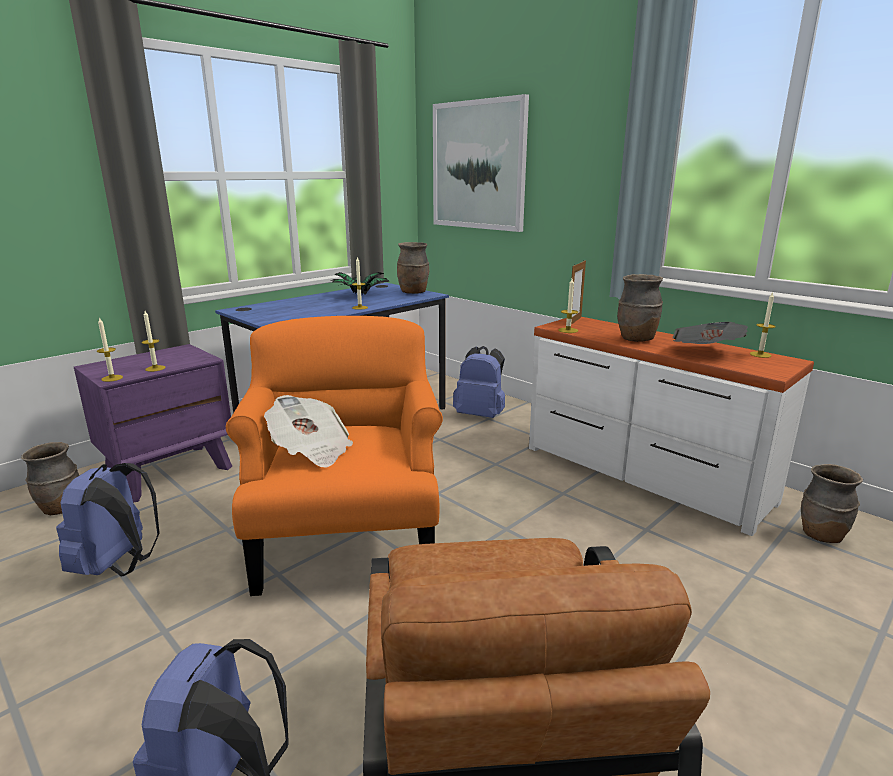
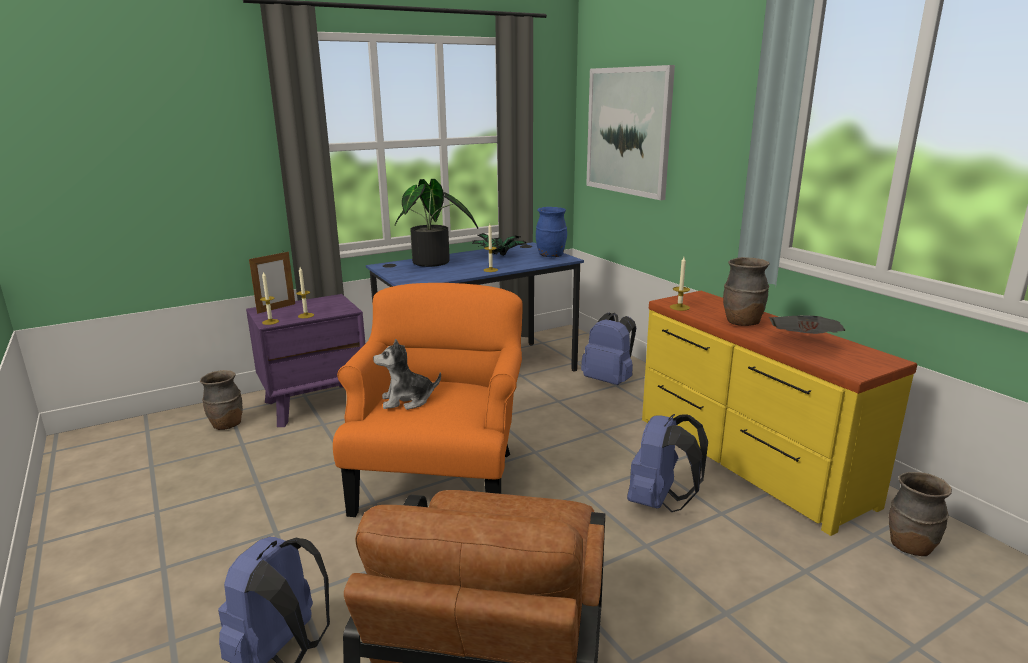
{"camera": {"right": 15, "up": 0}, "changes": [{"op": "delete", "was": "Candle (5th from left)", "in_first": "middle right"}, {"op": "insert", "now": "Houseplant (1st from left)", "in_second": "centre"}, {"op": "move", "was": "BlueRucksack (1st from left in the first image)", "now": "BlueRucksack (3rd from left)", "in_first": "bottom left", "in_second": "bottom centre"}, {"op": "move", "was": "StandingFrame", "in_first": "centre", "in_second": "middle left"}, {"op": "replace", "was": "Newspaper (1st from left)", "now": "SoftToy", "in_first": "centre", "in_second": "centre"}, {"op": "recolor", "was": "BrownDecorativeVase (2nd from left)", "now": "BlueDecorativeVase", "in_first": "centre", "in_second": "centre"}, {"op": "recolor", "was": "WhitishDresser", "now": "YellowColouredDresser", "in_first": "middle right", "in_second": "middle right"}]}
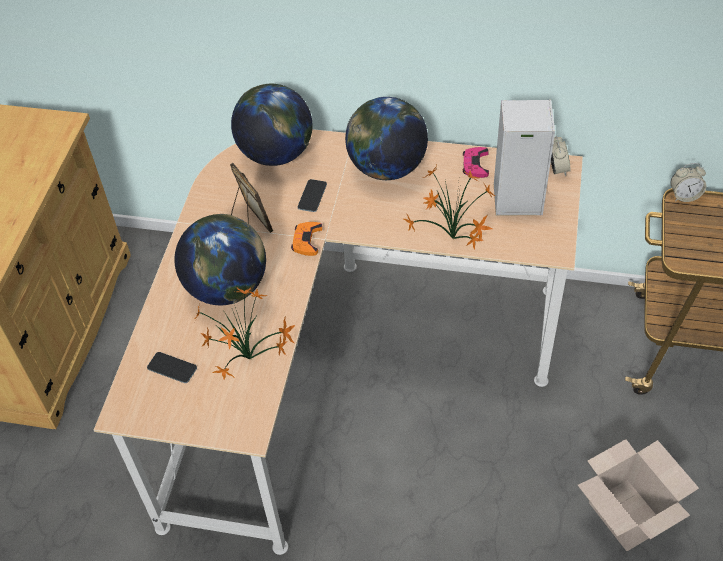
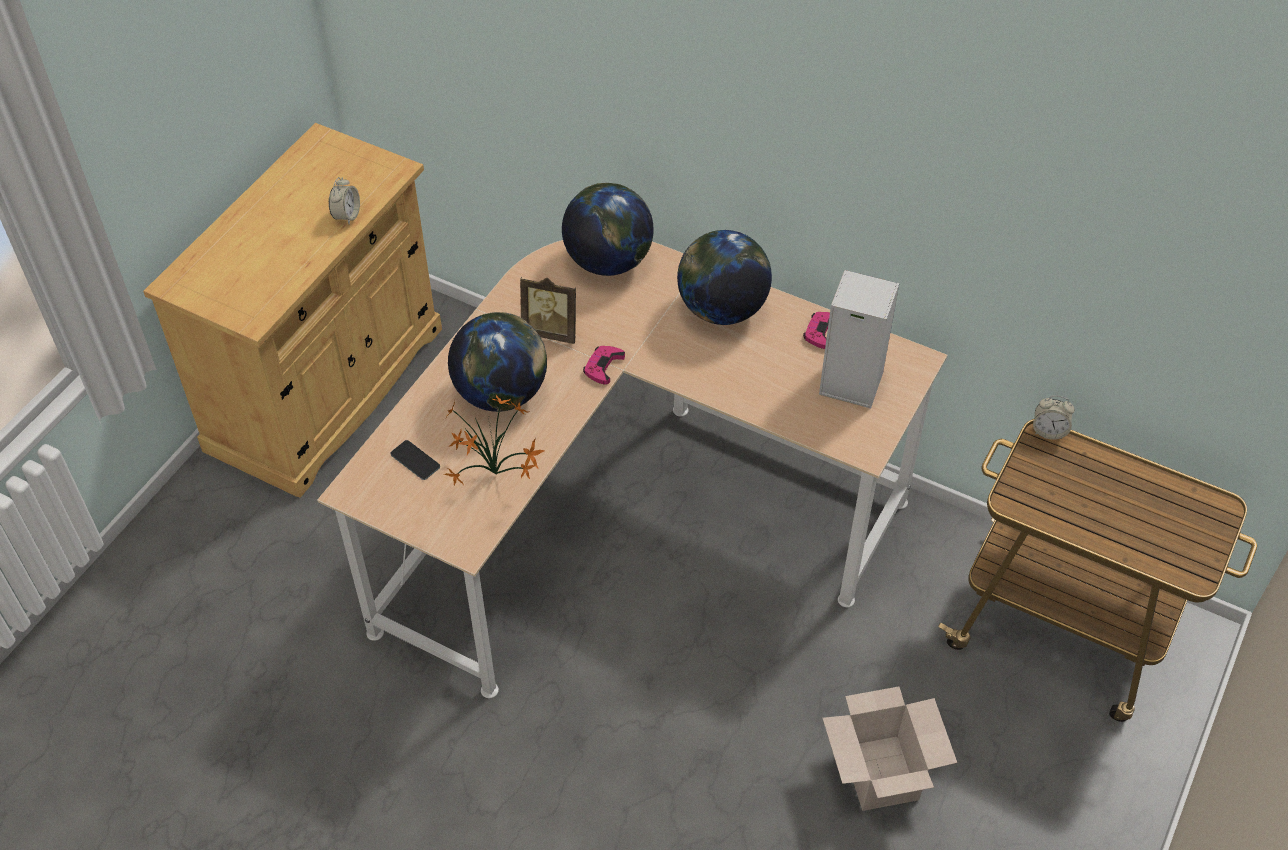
{"camera": {"right": 15, "up": 0}, "changes": [{"op": "delete", "was": "Handset (2nd from left)", "in_first": "centre"}, {"op": "delete", "was": "Houseplant (2nd from left)", "in_first": "centre"}, {"op": "move", "was": "AlarmClock (1st from left)", "in_first": "top right", "in_second": "top left"}, {"op": "recolor", "was": "OrangeyGamepad", "now": "PinkGamepad (1st from left)", "in_first": "centre", "in_second": "centre"}, {"op": "rotate", "was": "StandingFrame", "in_first": "centre", "in_second": "centre", "clockwise": 120}]}
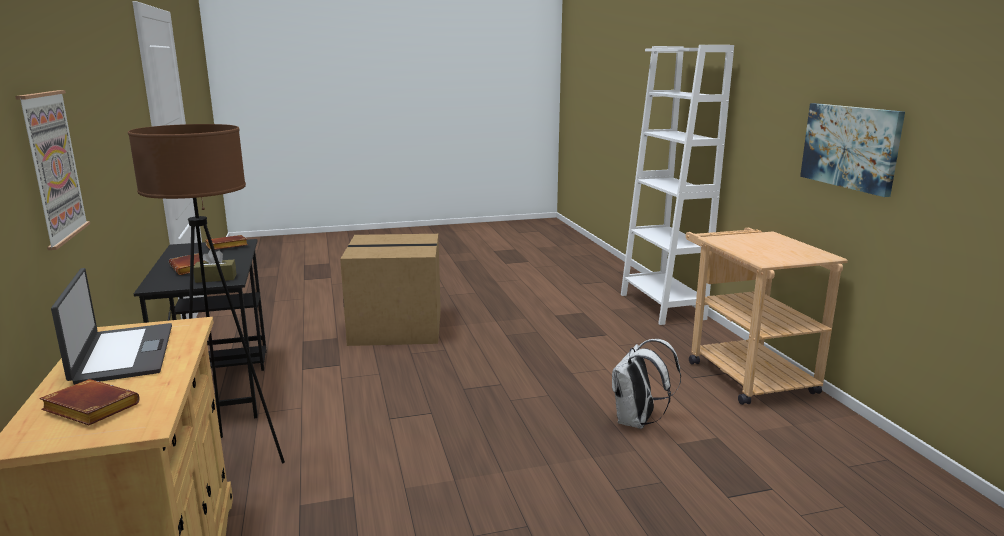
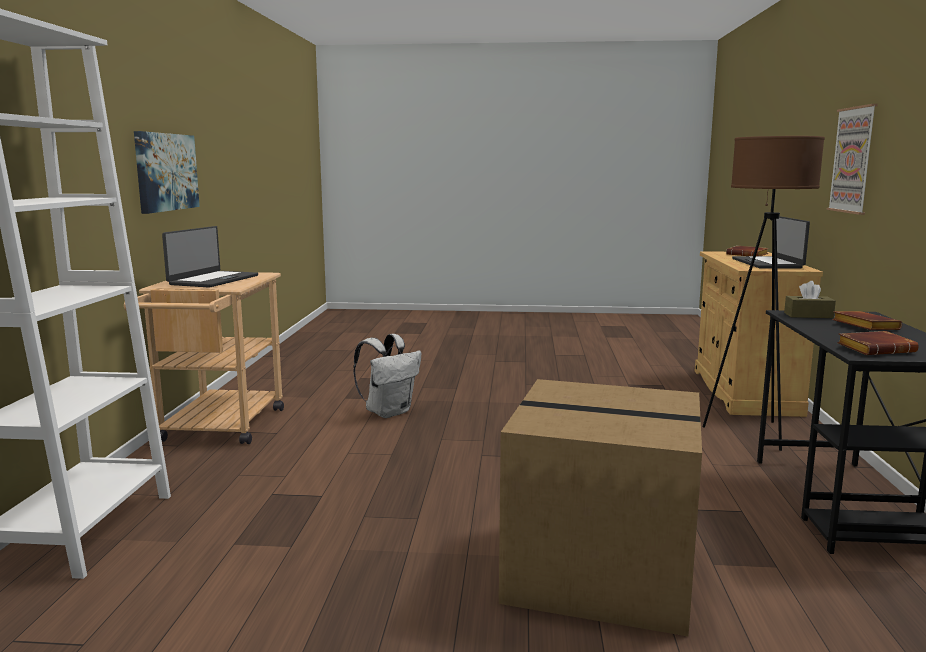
{"camera": {"right": -160, "up": -5}, "changes": [{"op": "insert", "now": "Laptop (1st from left)", "in_second": "middle left"}]}
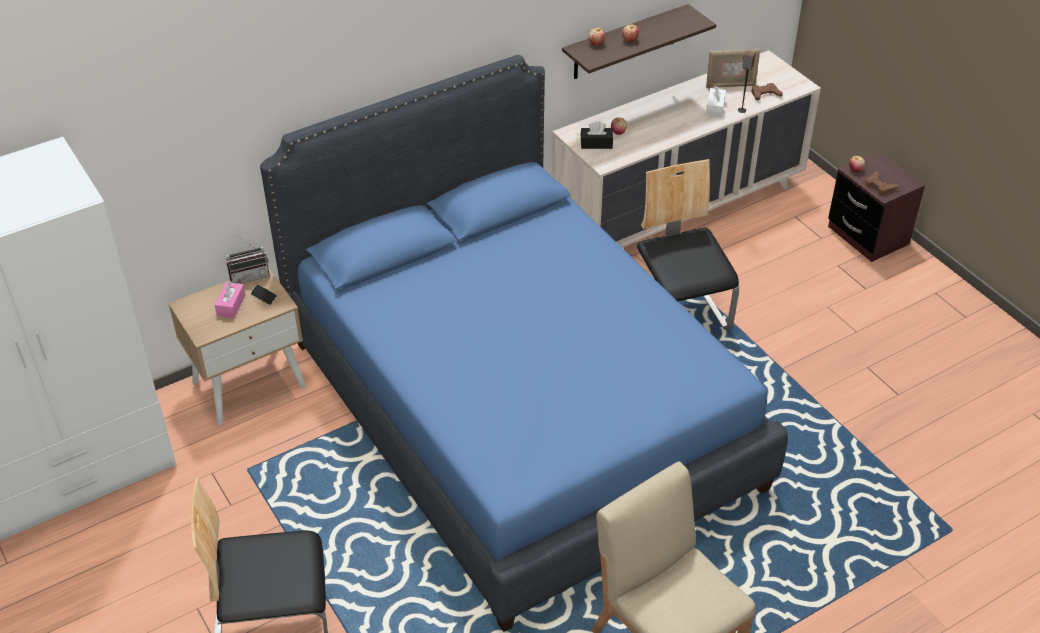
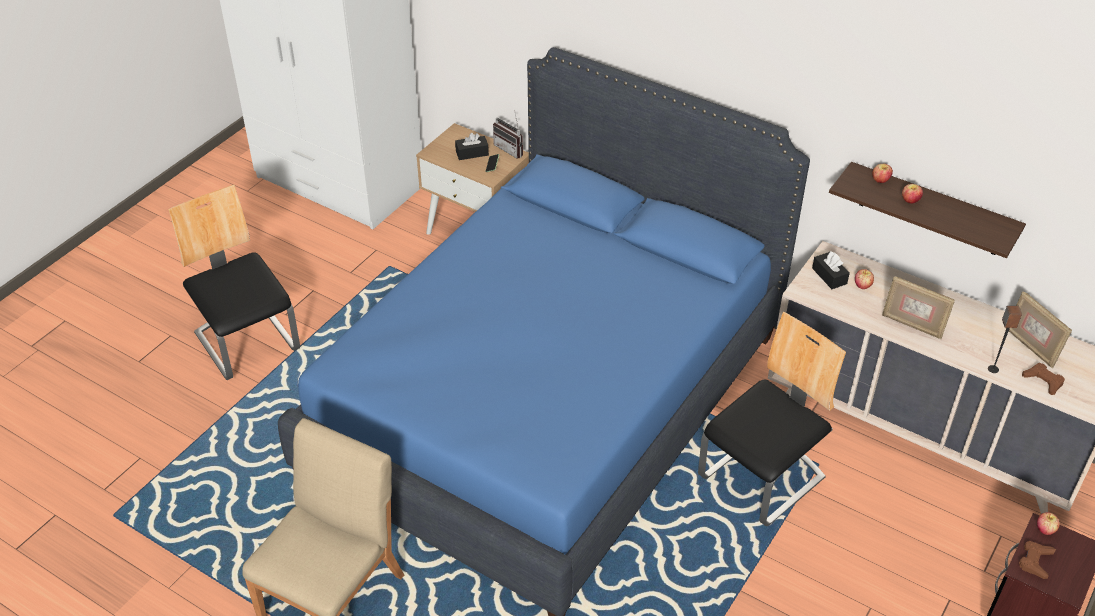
{"camera": {"right": 65, "up": 0}, "changes": [{"op": "delete", "was": "WhitishTissueHolder", "in_first": "top right"}, {"op": "insert", "now": "StandingFrame (1st from left)", "in_second": "middle right"}, {"op": "recolor", "was": "PinkTissueHolder", "now": "BlackTissueHolder (1st from left)", "in_first": "middle left", "in_second": "top centre"}]}
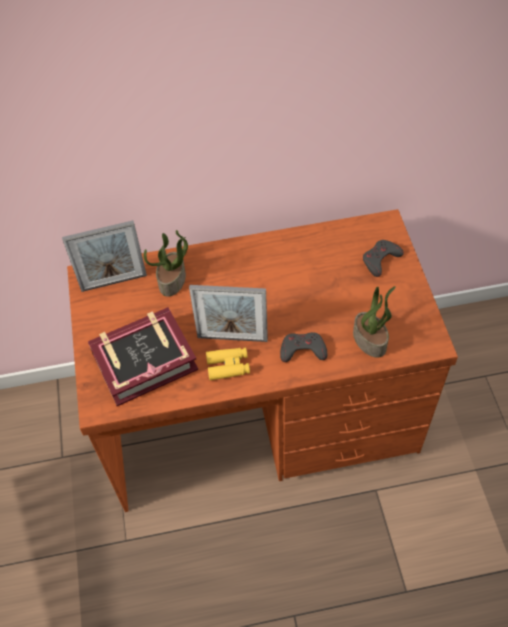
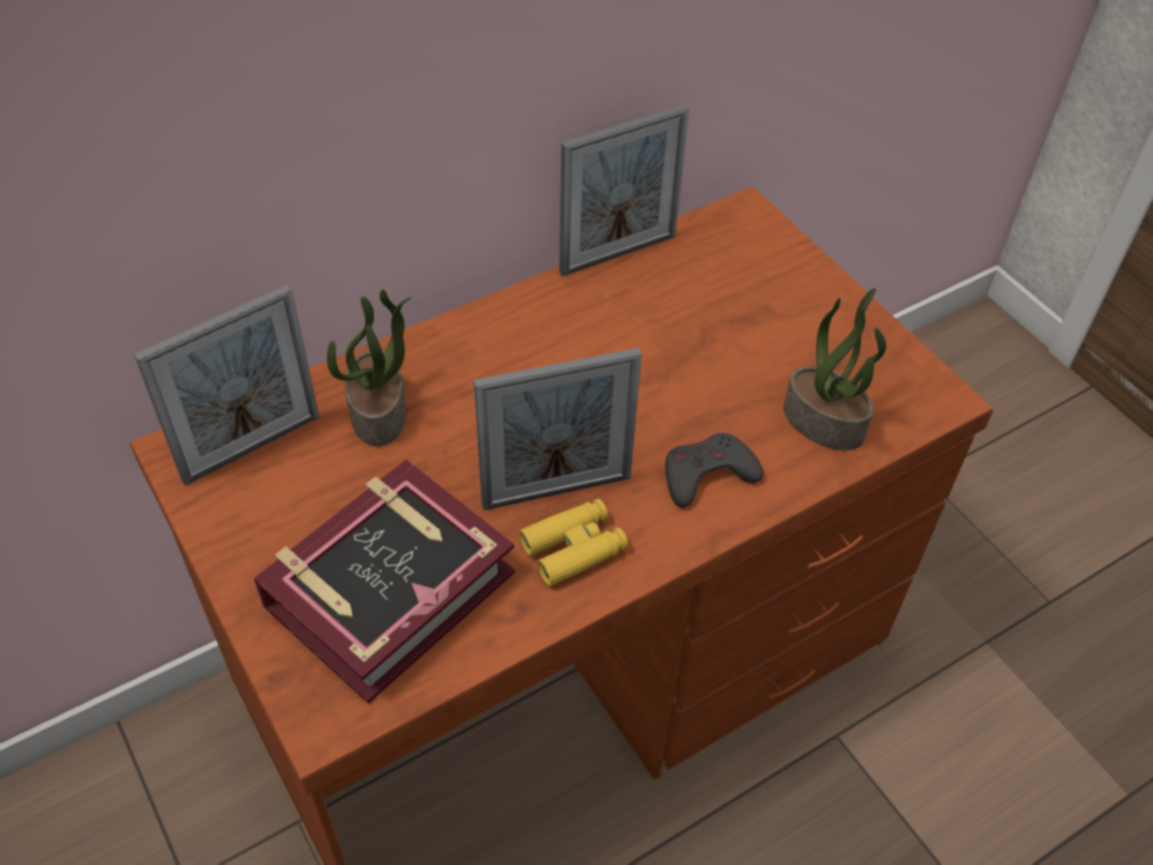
{"camera": {"right": -25, "up": -5}, "changes": [{"op": "delete", "was": "GreyishGamepad (2nd from left)", "in_first": "middle right"}, {"op": "insert", "now": "StandingFrame (3rd from left)", "in_second": "top centre"}]}
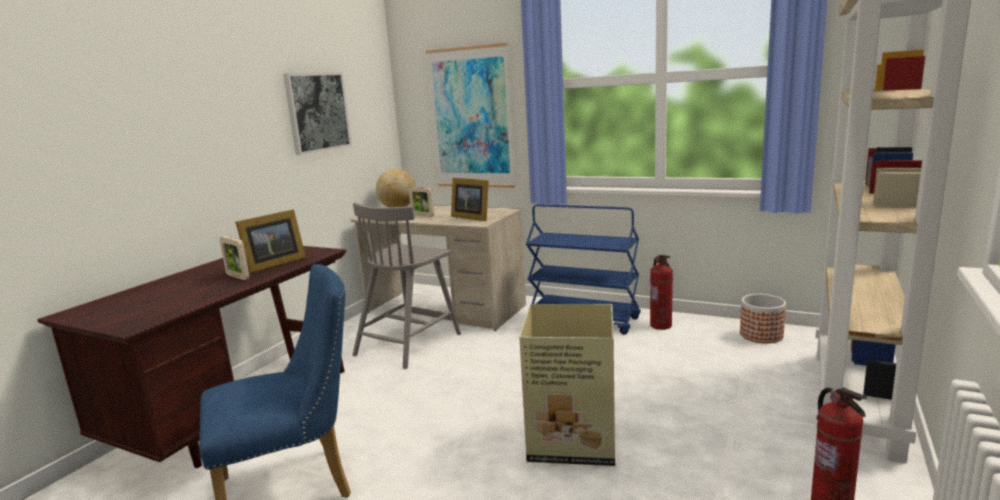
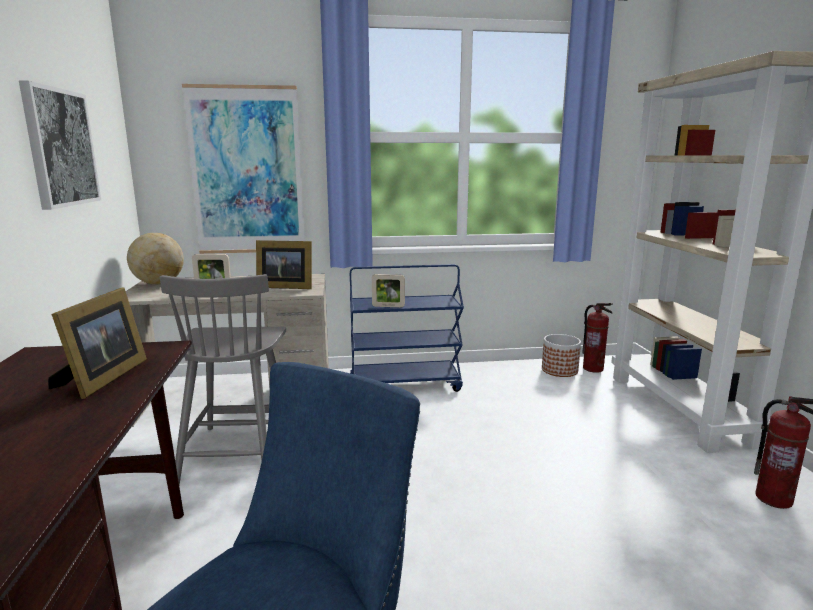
{"camera": {"right": -35, "up": 0}, "changes": [{"op": "delete", "was": "CardboardBox", "in_first": "bottom centre"}, {"op": "move", "was": "StandingFrame (1st from left in the first image)", "now": "StandingFrame (4th from left)", "in_first": "middle left", "in_second": "centre"}, {"op": "move", "was": "FireFightingCylinder (1st from left)", "in_first": "centre", "in_second": "middle right"}]}
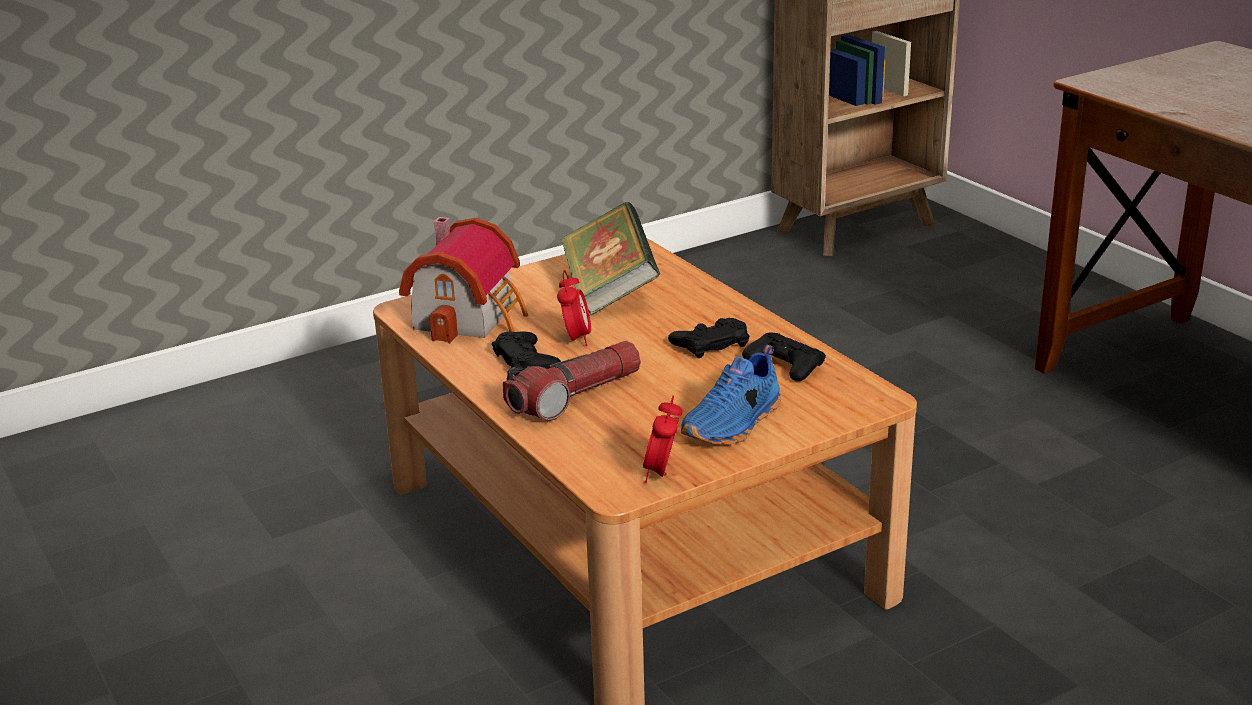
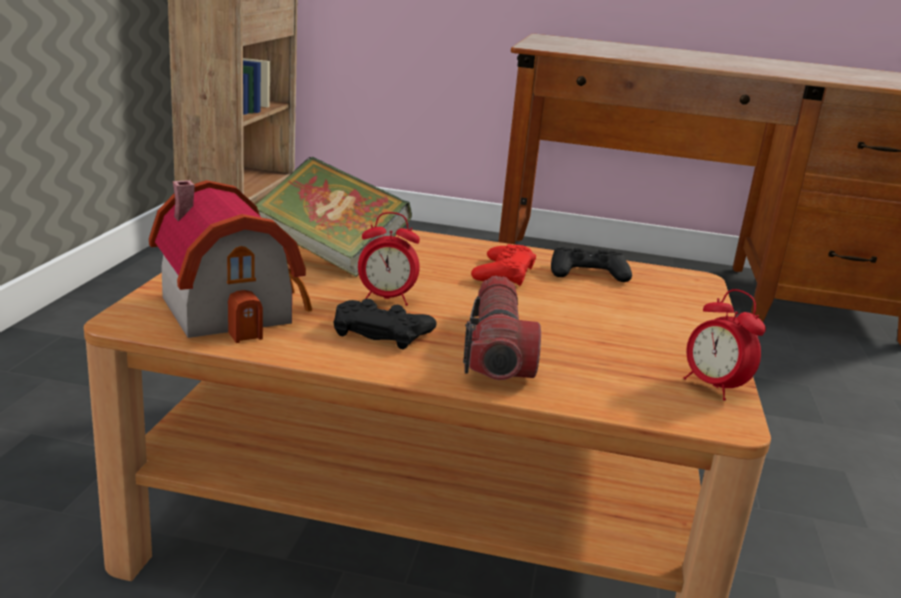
{"camera": {"right": -50, "up": -5}, "changes": [{"op": "delete", "was": "BlueLowShoe", "in_first": "centre"}, {"op": "recolor", "was": "BlackGamepad (2nd from left)", "now": "RedGamepad", "in_first": "centre", "in_second": "centre"}, {"op": "rotate", "was": "AlarmClock (1st from left)", "in_first": "centre", "in_second": "centre", "clockwise": 135}]}
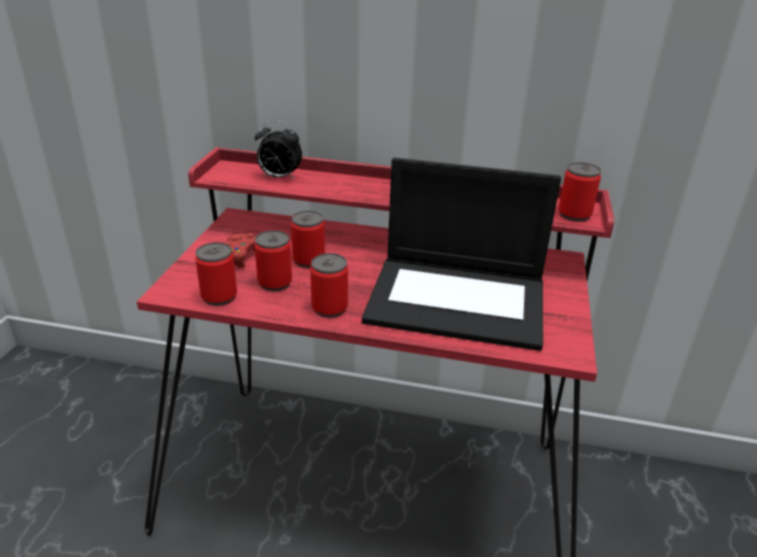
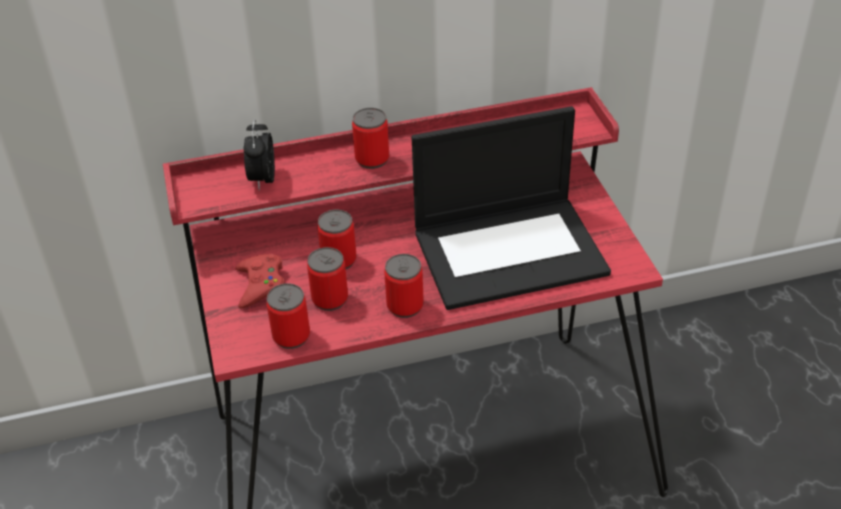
{"camera": {"right": -25, "up": 10}, "changes": [{"op": "move", "was": "SealedCan (5th from left in the first image)", "now": "SealedCan (4th from left)", "in_first": "middle right", "in_second": "top centre"}, {"op": "rotate", "was": "AlarmClock", "in_first": "top centre", "in_second": "top left", "clockwise": 105}]}
